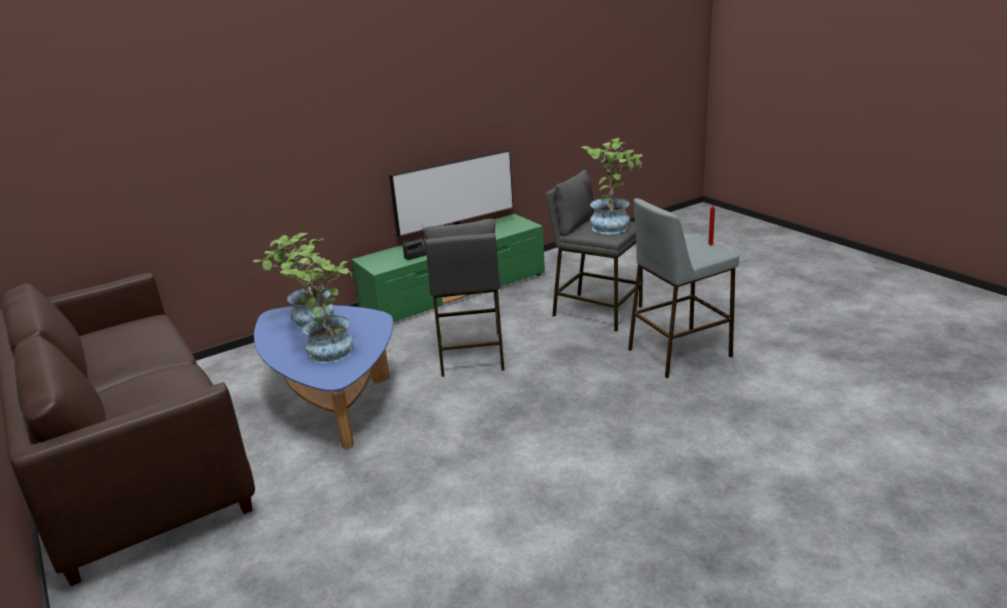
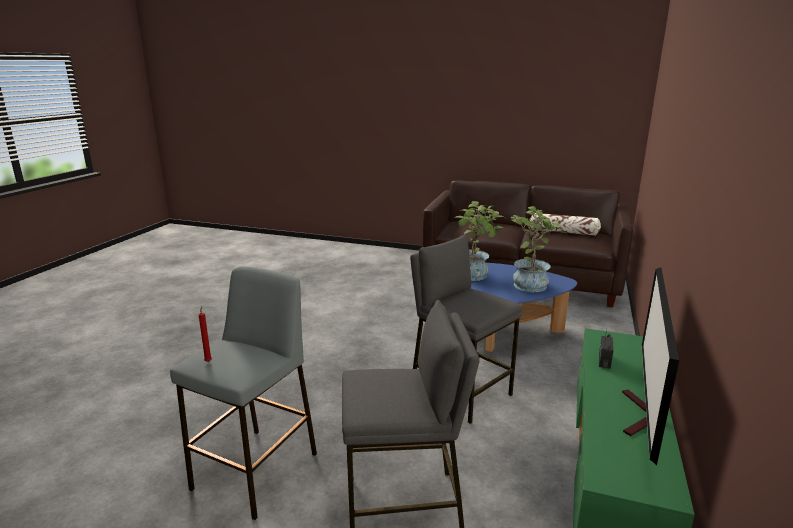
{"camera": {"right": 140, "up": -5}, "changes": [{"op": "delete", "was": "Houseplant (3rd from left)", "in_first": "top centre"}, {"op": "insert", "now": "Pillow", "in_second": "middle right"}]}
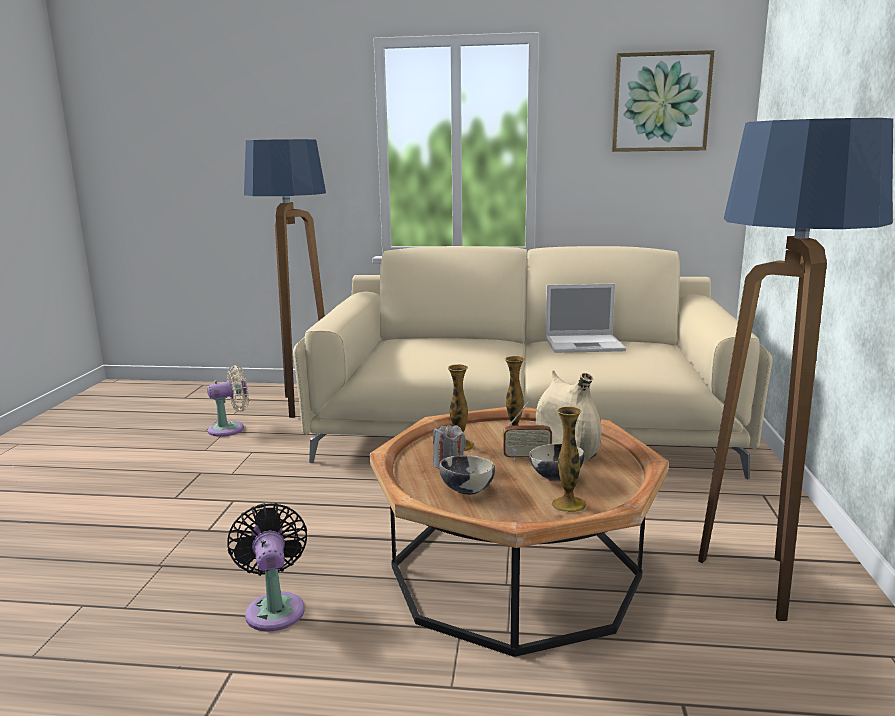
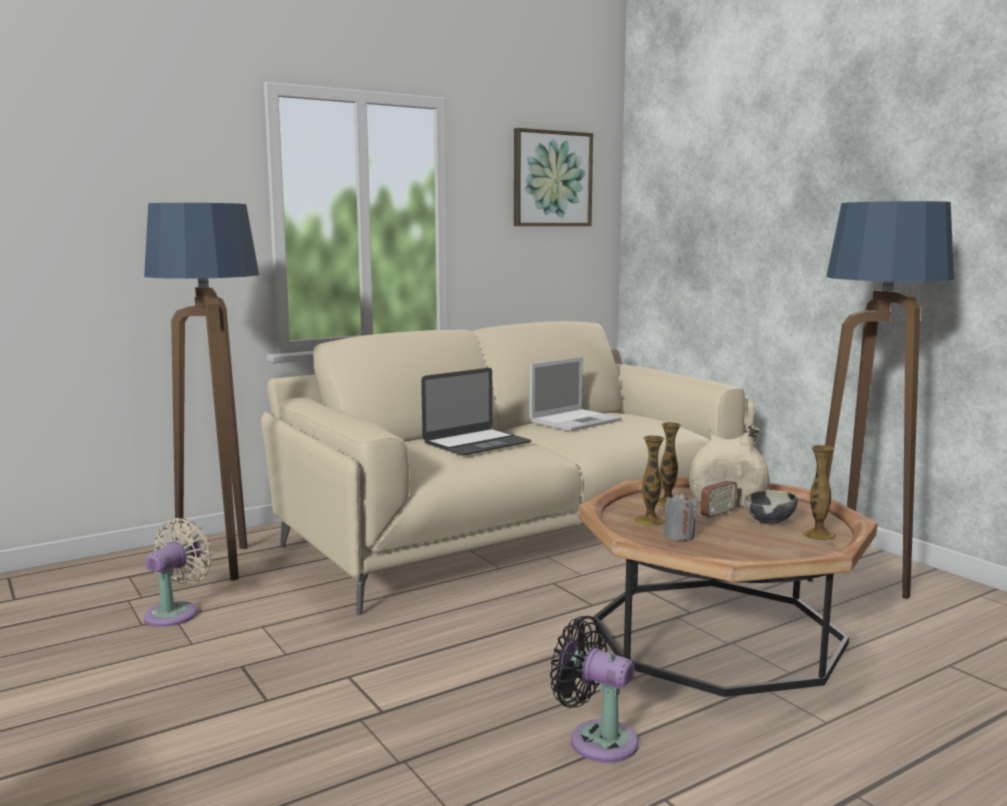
{"camera": {"right": -40, "up": -5}, "changes": [{"op": "delete", "was": "DeepDish (1st from left)", "in_first": "centre"}, {"op": "insert", "now": "Laptop (1st from left)", "in_second": "centre"}]}
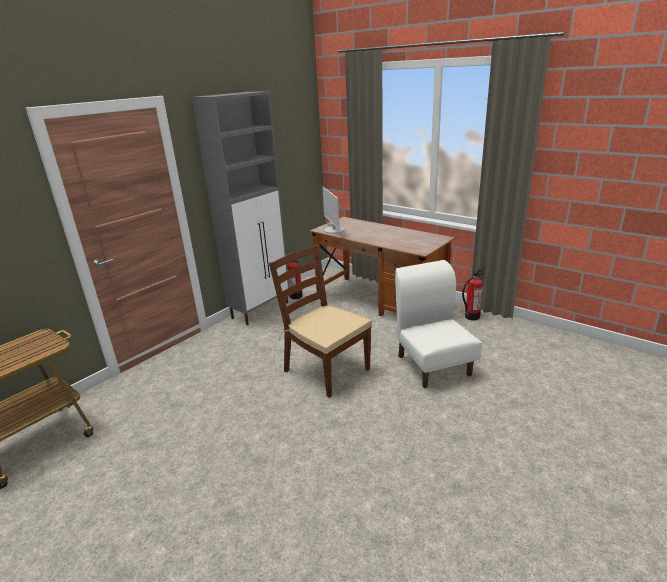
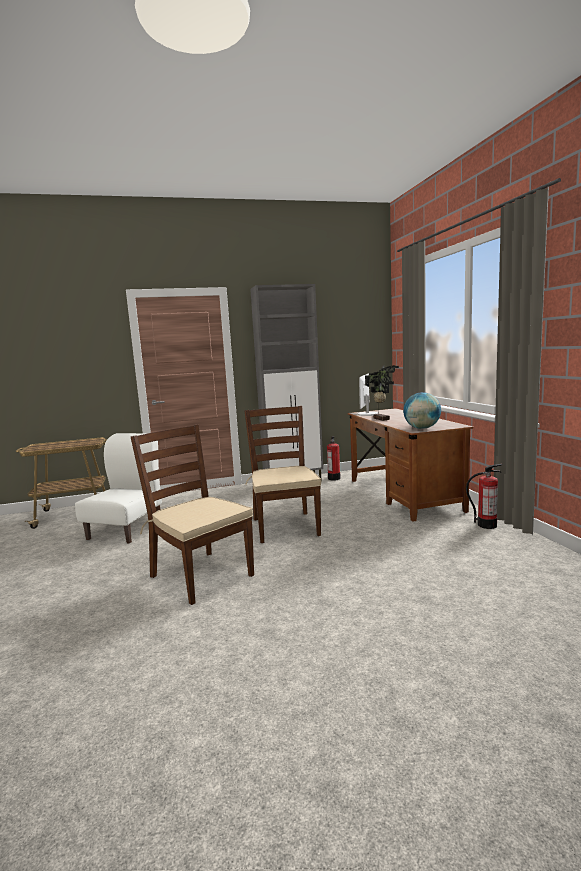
{"camera": {"right": 35, "up": -15}, "changes": [{"op": "insert", "now": "BrownPlainChair (1st from left)", "in_second": "middle left"}, {"op": "insert", "now": "Houseplant", "in_second": "centre"}, {"op": "insert", "now": "WorldGlobe", "in_second": "middle right"}, {"op": "move", "was": "WhitishPlainChair", "in_first": "centre", "in_second": "middle left"}]}
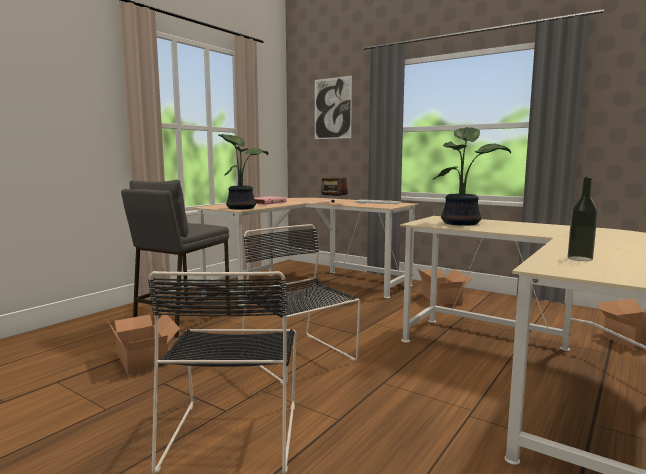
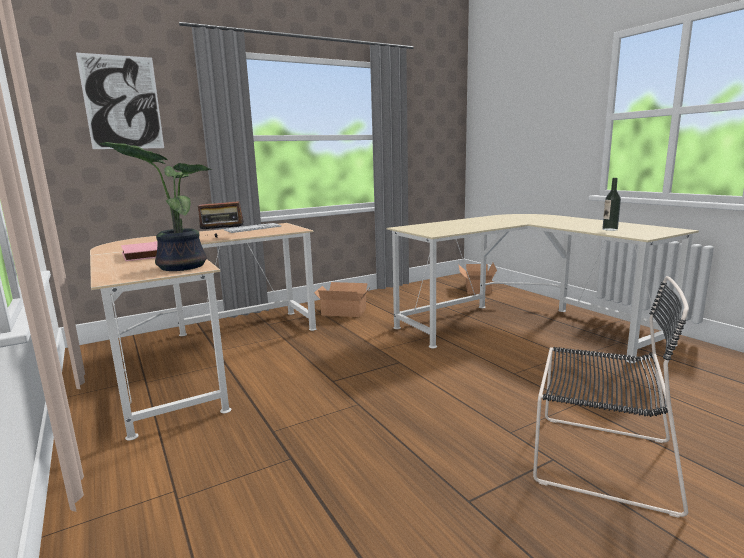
{"camera": {"right": -65, "up": 5}, "changes": [{"op": "delete", "was": "CardboardBox (1st from left)", "in_first": "bottom left"}, {"op": "delete", "was": "GreyishStool", "in_first": "middle left"}, {"op": "delete", "was": "BlackPlainChair (2nd from left)", "in_first": "centre"}, {"op": "delete", "was": "Houseplant (2nd from left)", "in_first": "middle right"}]}
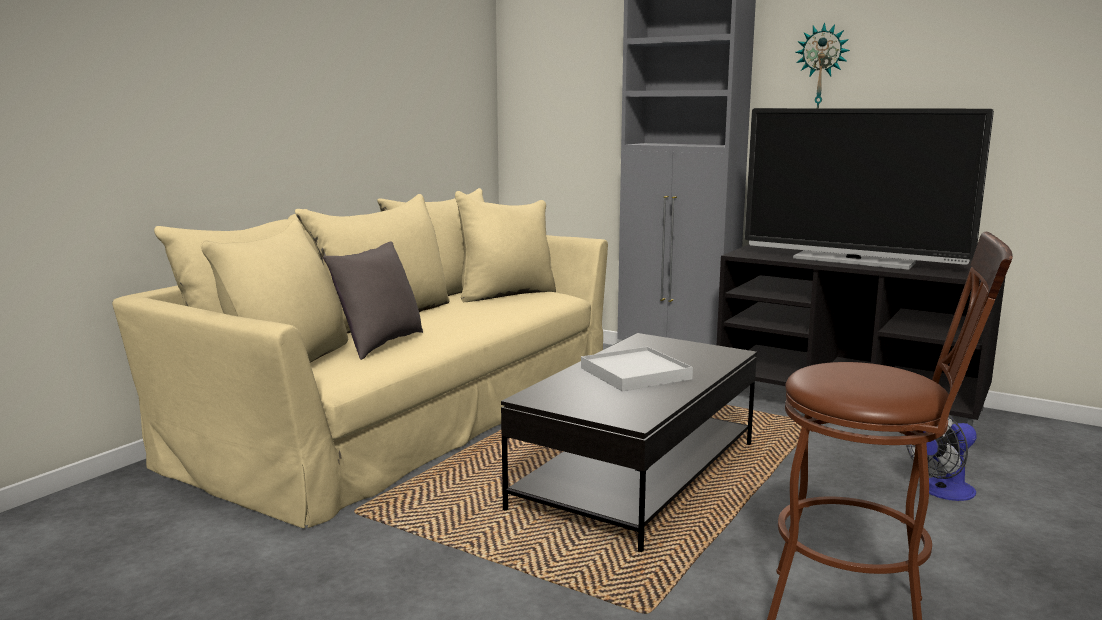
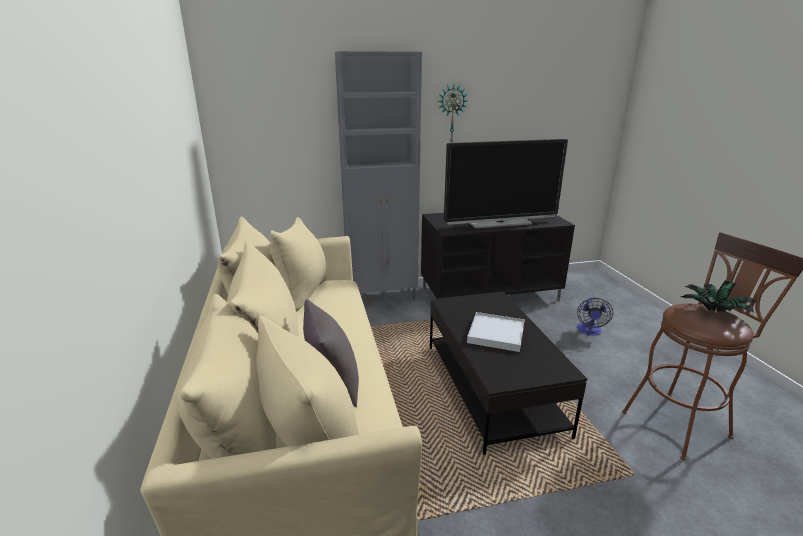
{"camera": {"right": -45, "up": 10}, "changes": [{"op": "insert", "now": "Houseplant", "in_second": "middle right"}]}
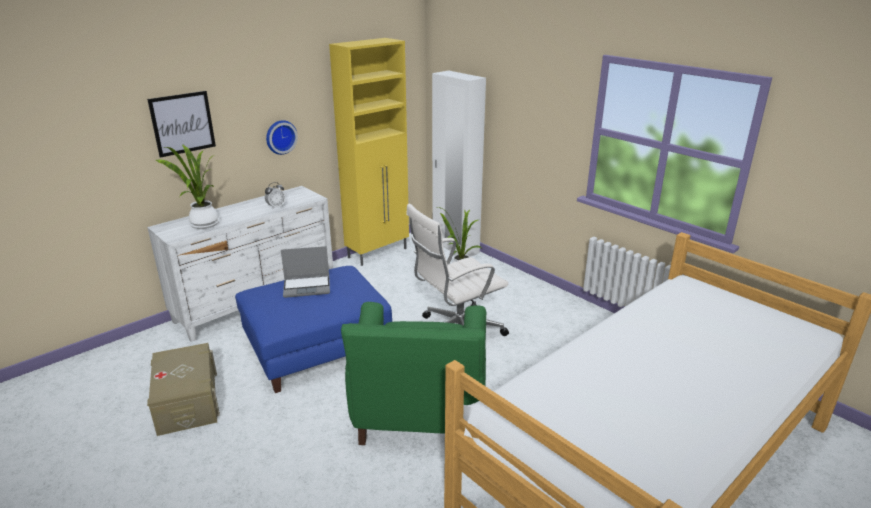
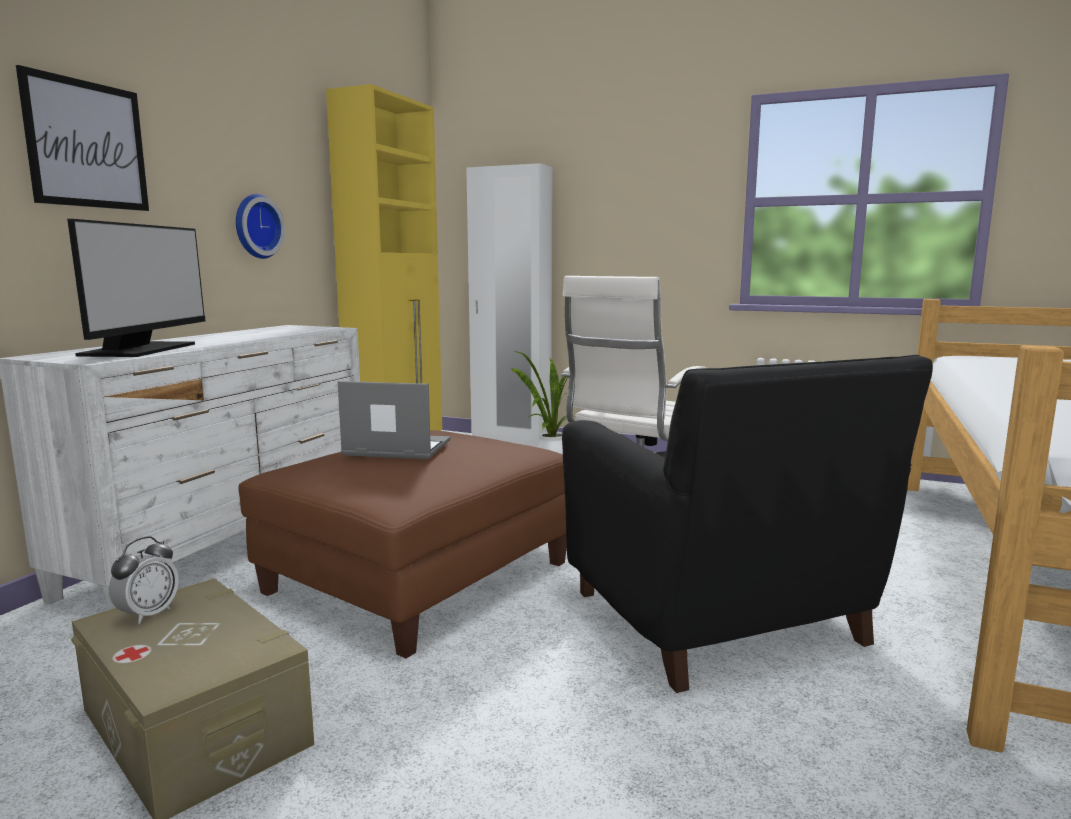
{"camera": {"right": -25, "up": -15}, "changes": [{"op": "move", "was": "AlarmClock", "in_first": "middle left", "in_second": "bottom left"}, {"op": "replace", "was": "Houseplant (1st from left)", "now": "ComputerScreen", "in_first": "middle left", "in_second": "middle left"}, {"op": "recolor", "was": "BlueOttoman", "now": "BrownOttoman", "in_first": "centre", "in_second": "centre"}, {"op": "recolor", "was": "GreenColouredArmchair", "now": "BlackArmchair", "in_first": "bottom centre", "in_second": "middle right"}, {"op": "rotate", "was": "Laptop", "in_first": "centre", "in_second": "centre", "clockwise": -135}]}
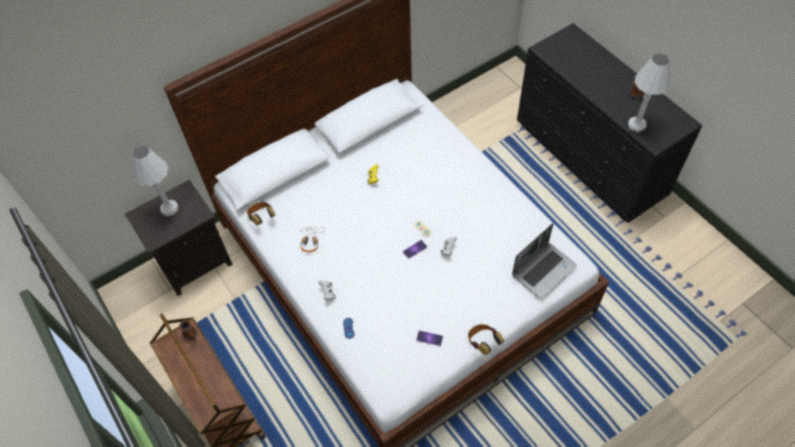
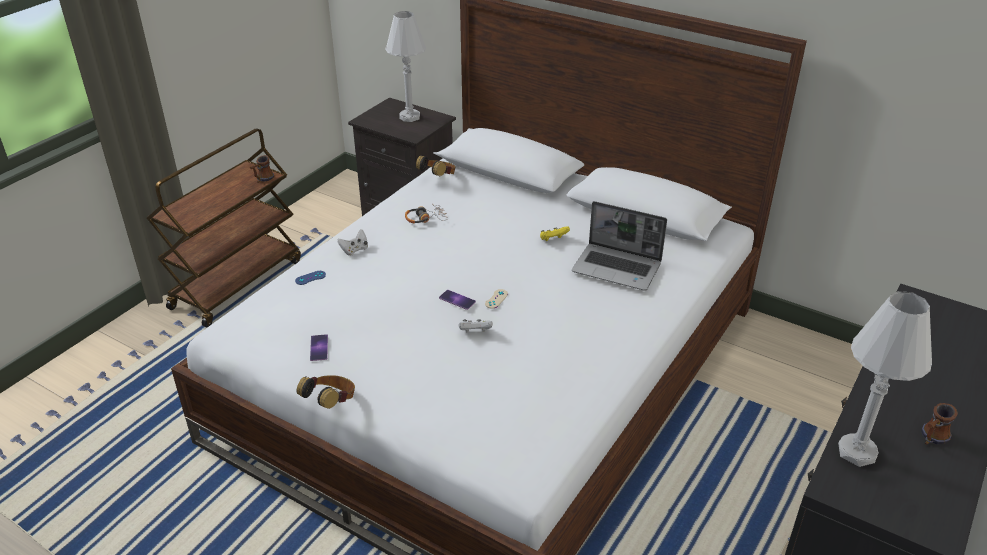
{"camera": {"right": 65, "up": -20}, "changes": [{"op": "move", "was": "Laptop", "in_first": "middle right", "in_second": "centre"}]}
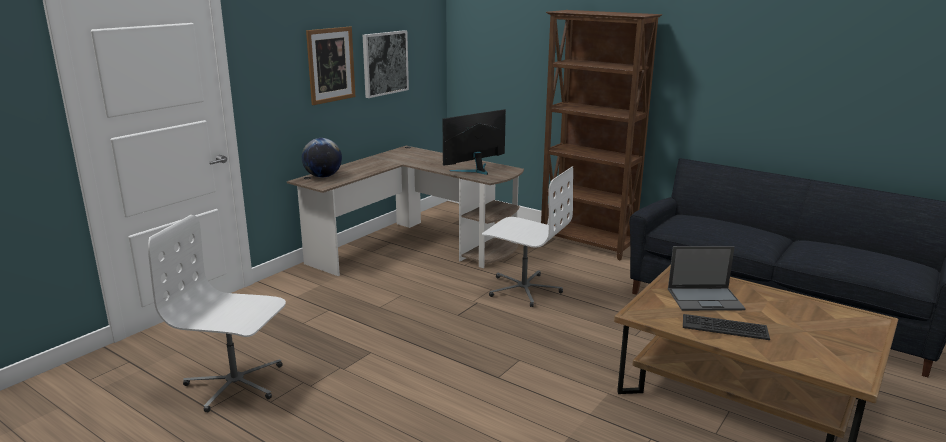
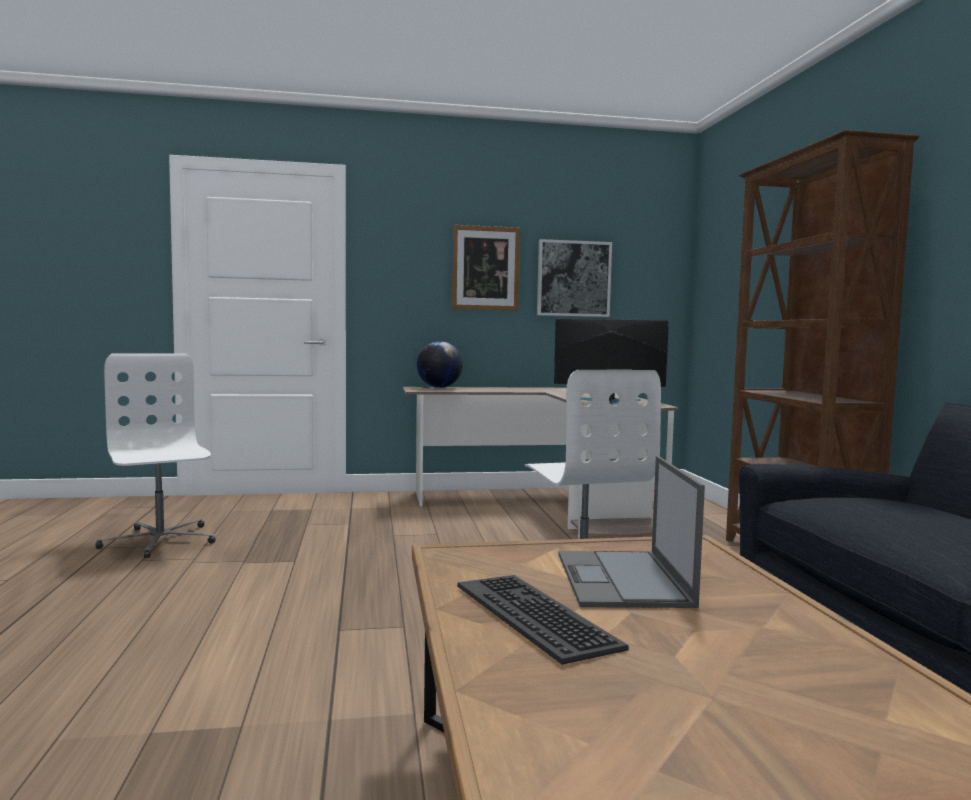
{"camera": {"right": 45, "up": -15}, "changes": [{"op": "rotate", "was": "Laptop", "in_first": "middle right", "in_second": "centre", "clockwise": 45}]}
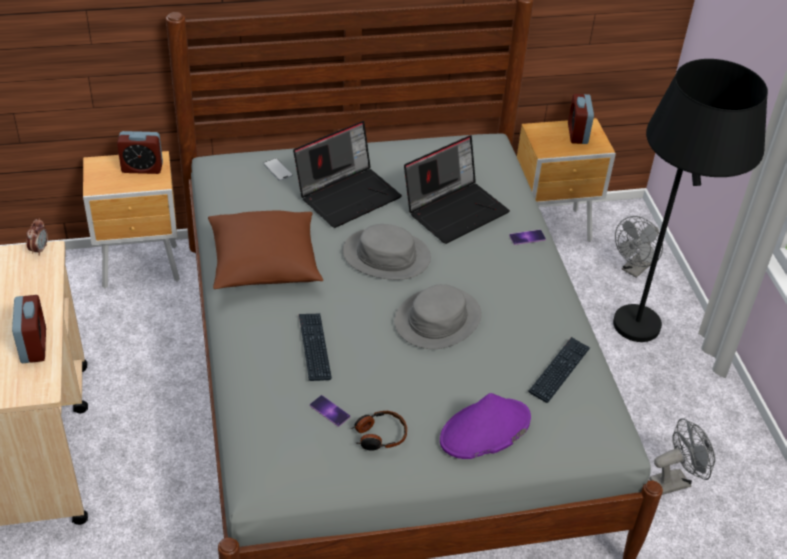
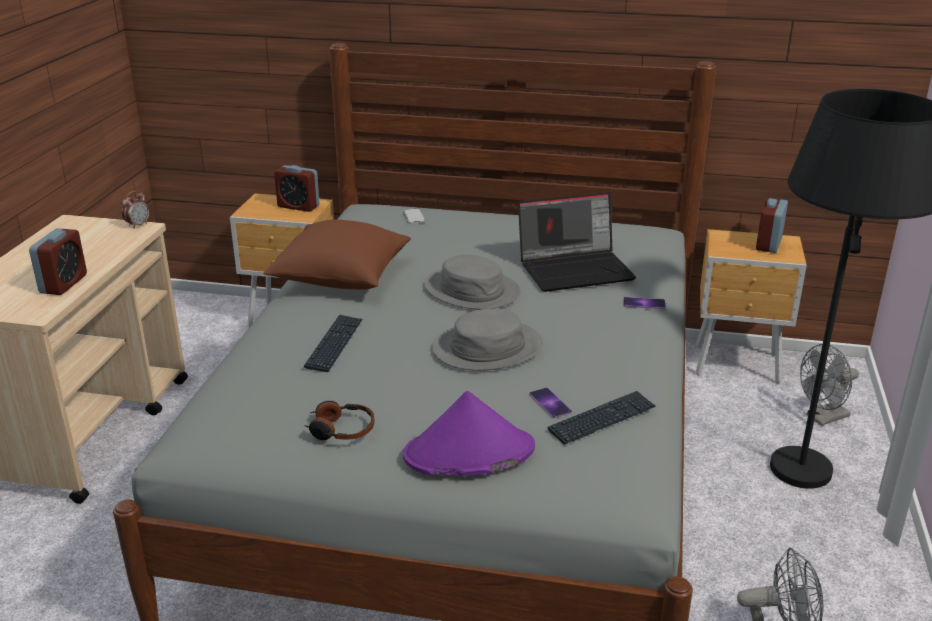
{"camera": {"right": 25, "up": -15}, "changes": [{"op": "delete", "was": "Laptop (1st from left)", "in_first": "top centre"}, {"op": "move", "was": "Handset (2nd from left)", "in_first": "bottom centre", "in_second": "centre"}]}
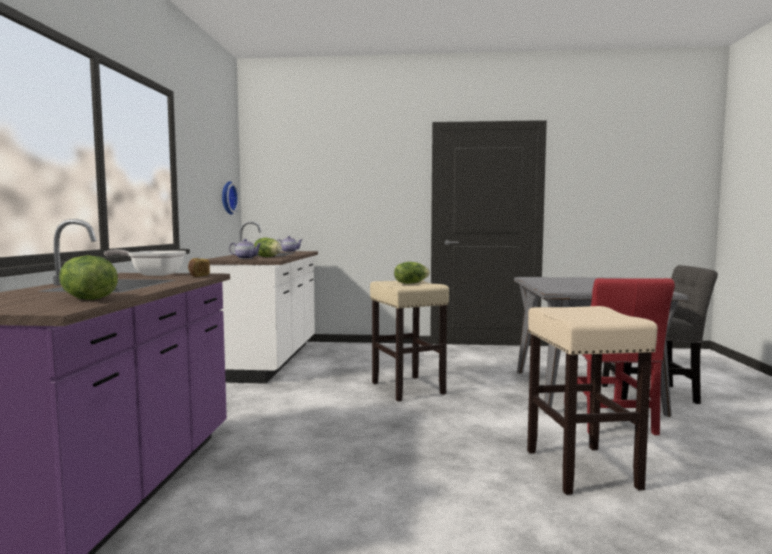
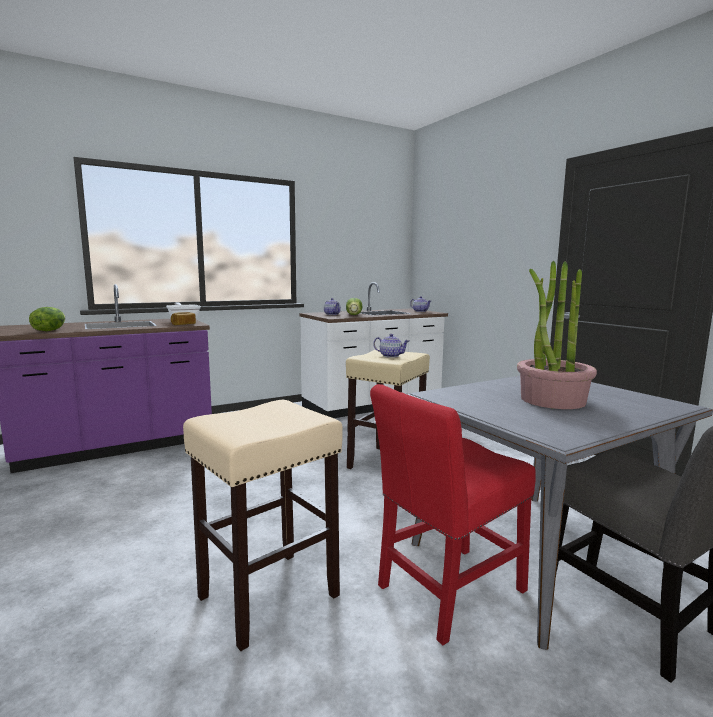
{"camera": {"right": 55, "up": 5}, "changes": [{"op": "delete", "was": "WallClock", "in_first": "middle left"}, {"op": "insert", "now": "Houseplant", "in_second": "middle right"}, {"op": "replace", "was": "LettuceHead (3rd from left)", "now": "Teapot (2nd from left)", "in_first": "centre", "in_second": "centre"}]}
